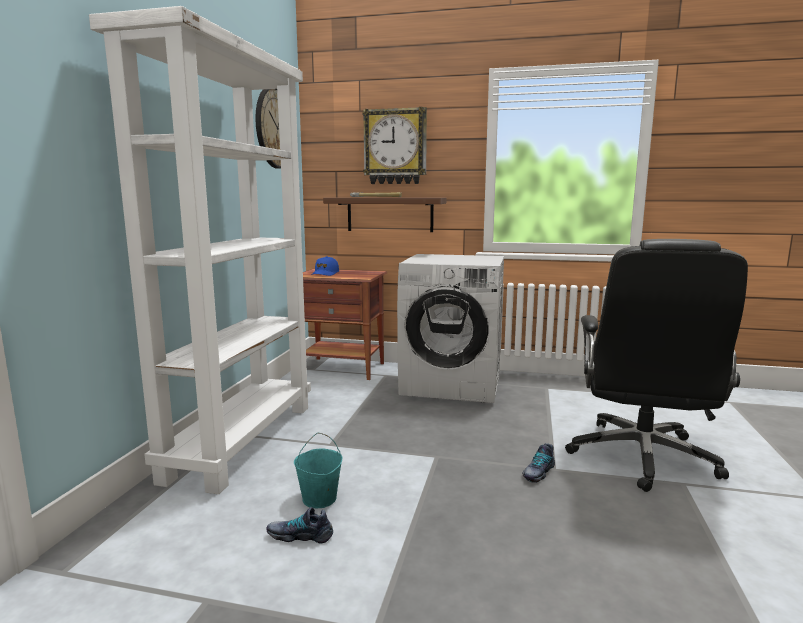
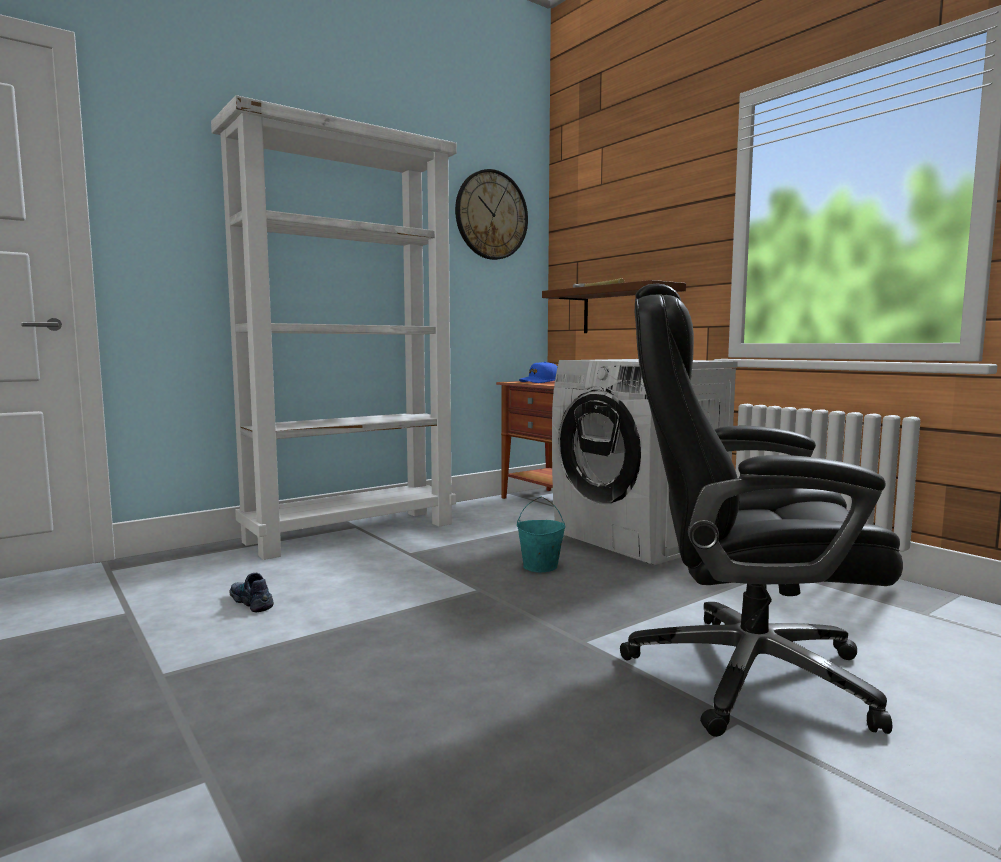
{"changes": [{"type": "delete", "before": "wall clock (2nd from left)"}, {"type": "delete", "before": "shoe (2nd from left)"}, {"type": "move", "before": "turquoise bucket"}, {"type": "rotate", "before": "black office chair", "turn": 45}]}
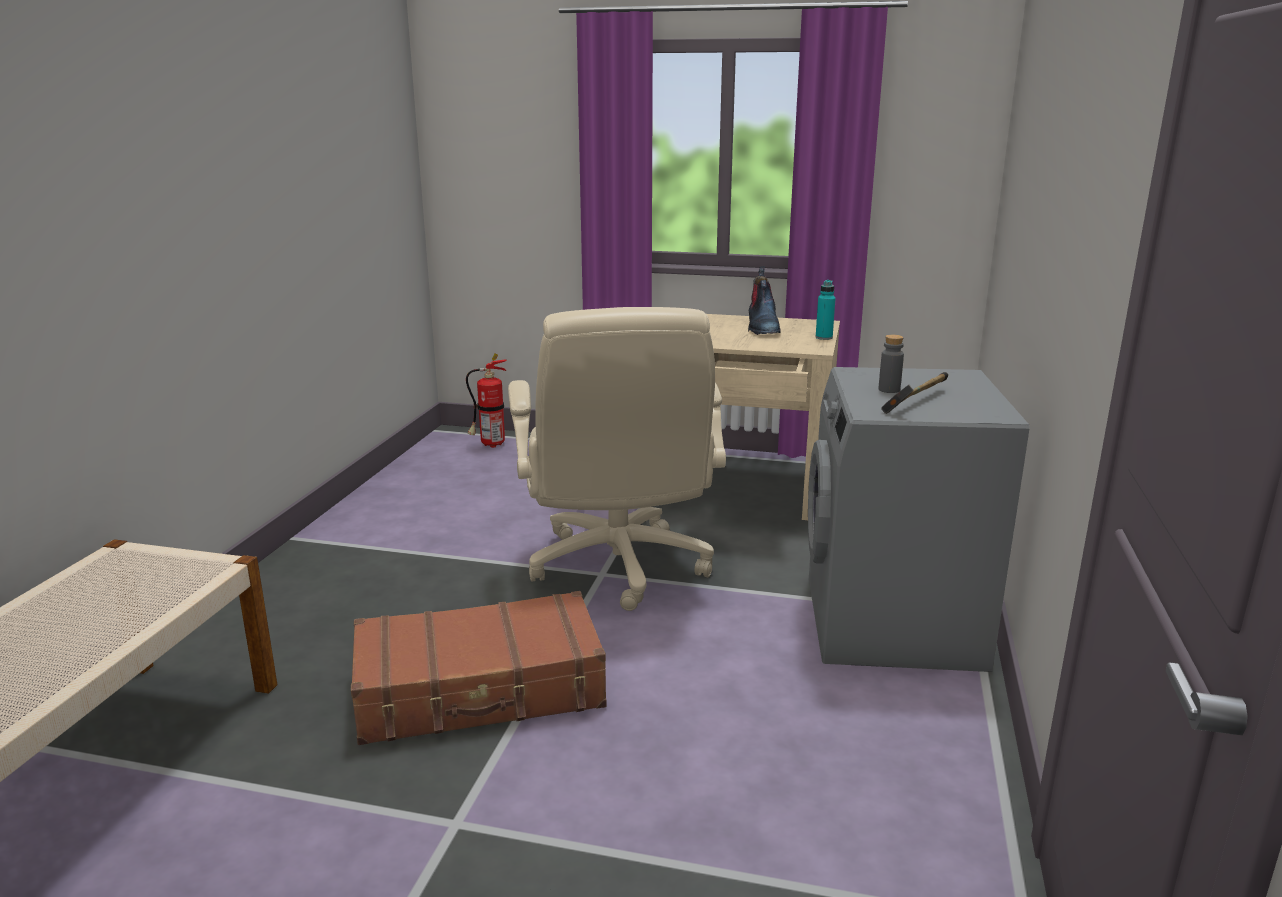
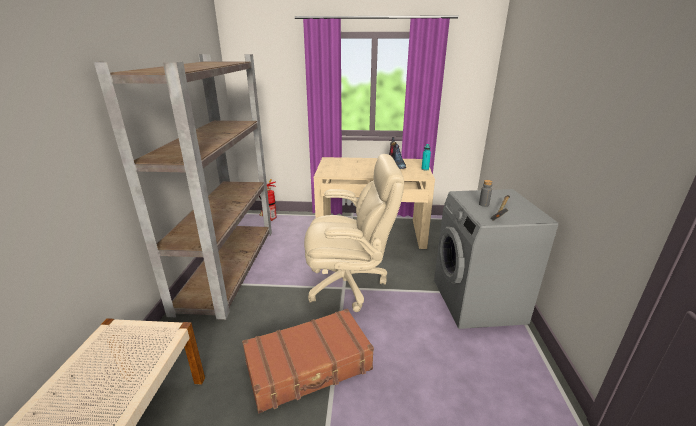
{"changes": [{"type": "insert", "after": "brown bookcase"}, {"type": "rotate", "before": "beige office chair", "turn": -75}]}
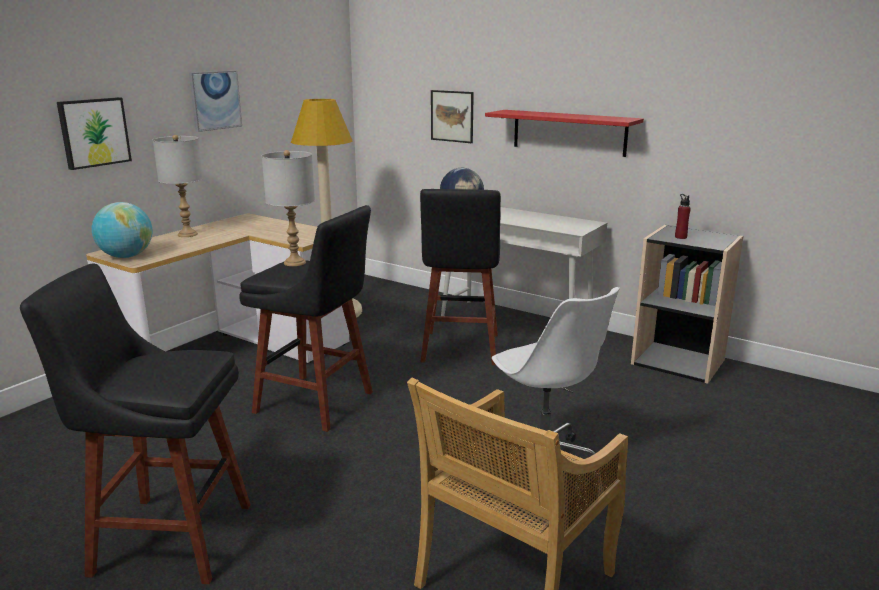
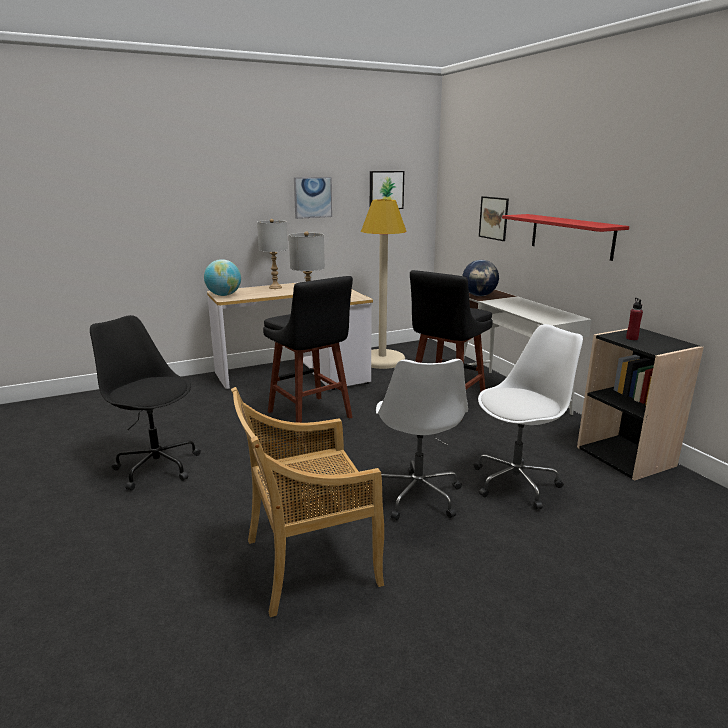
{"changes": [{"type": "insert", "after": "white office chair (2nd from left)"}, {"type": "move", "before": "picture (1st from left in the first image)", "after": "picture (2nd from left)"}, {"type": "replace", "before": "black stool (1st from left)", "after": "black office chair"}]}
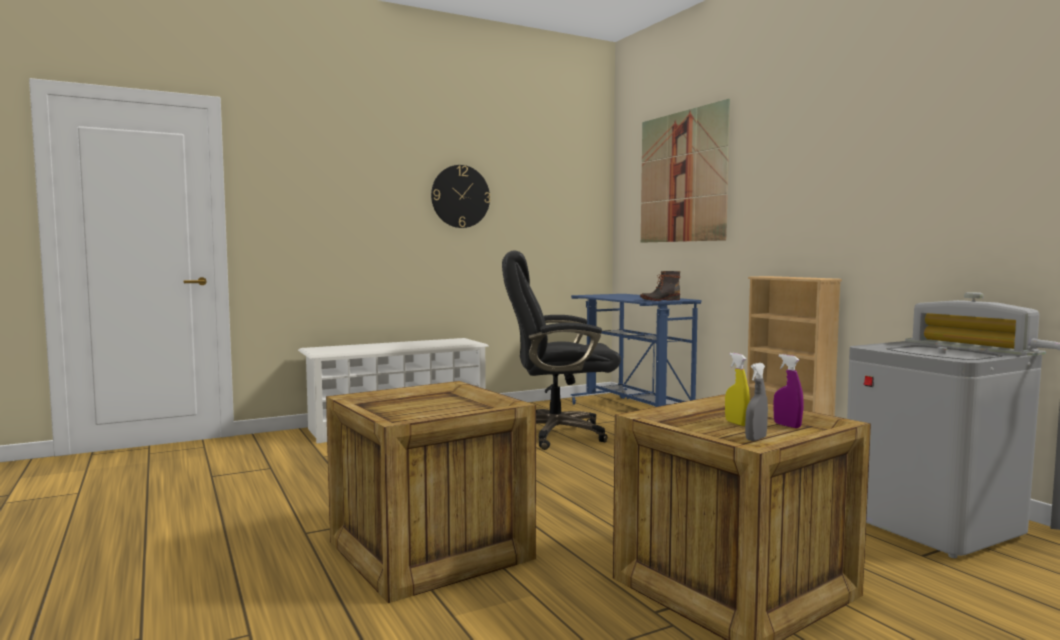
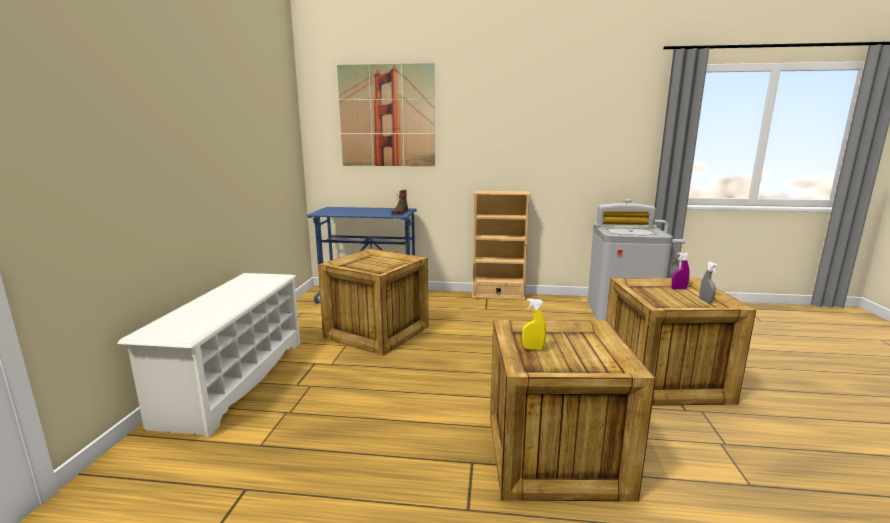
{"changes": [{"type": "delete", "before": "wall clock"}, {"type": "move", "before": "yellow spray bottle"}, {"type": "replace", "before": "black office chair", "after": "crate (1st from left)"}]}
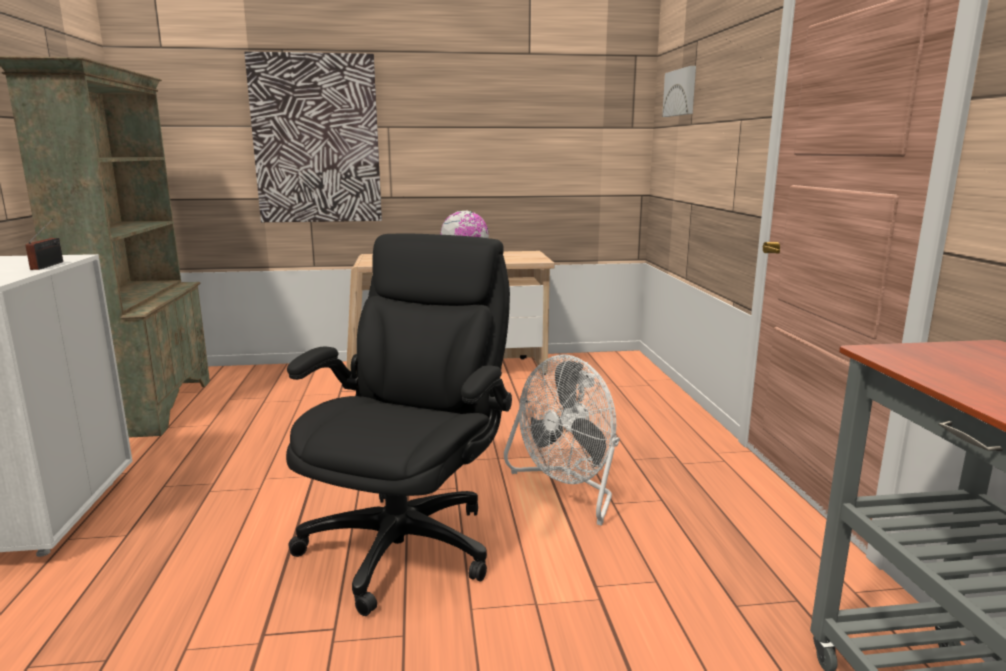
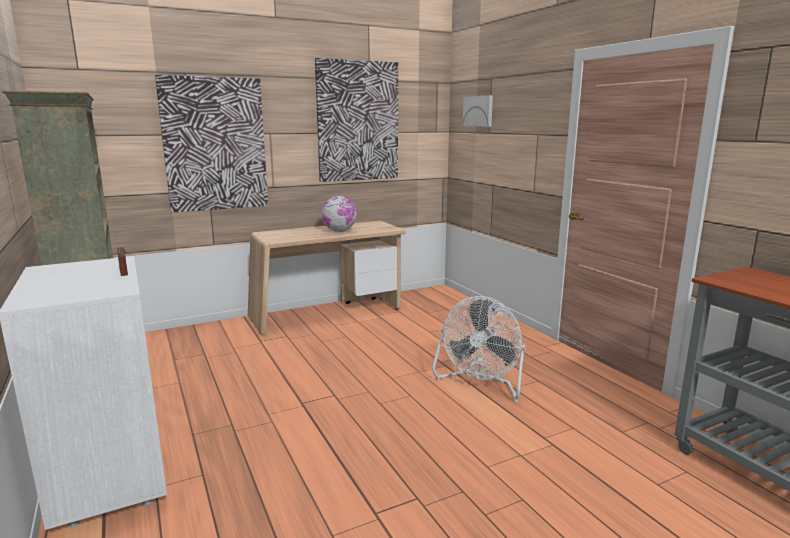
{"changes": [{"type": "delete", "before": "black office chair"}, {"type": "insert", "after": "picture (2nd from left)"}]}
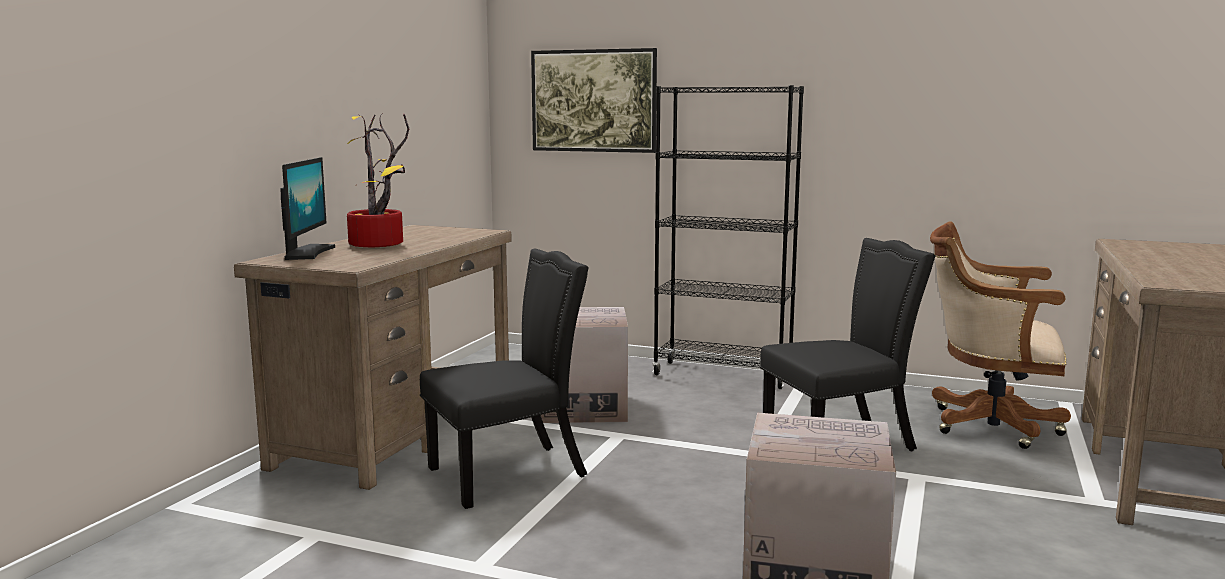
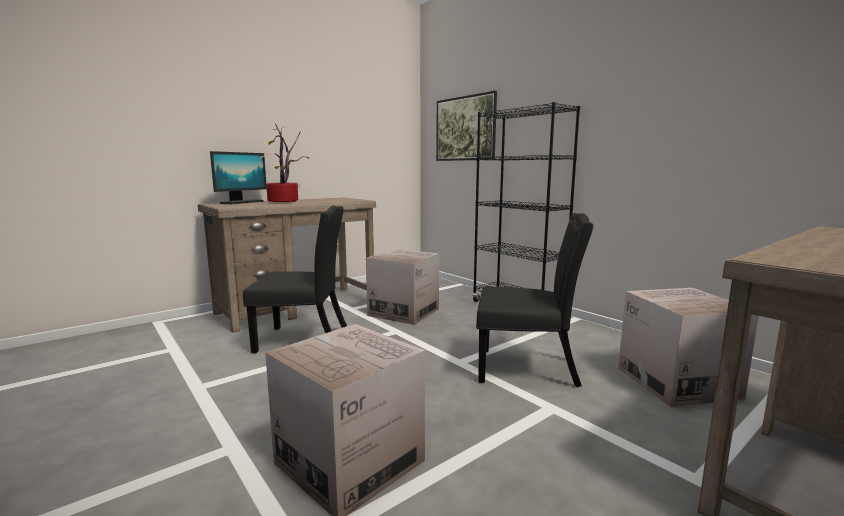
{"changes": [{"type": "replace", "before": "office chair", "after": "cardboard box (3rd from left)"}]}
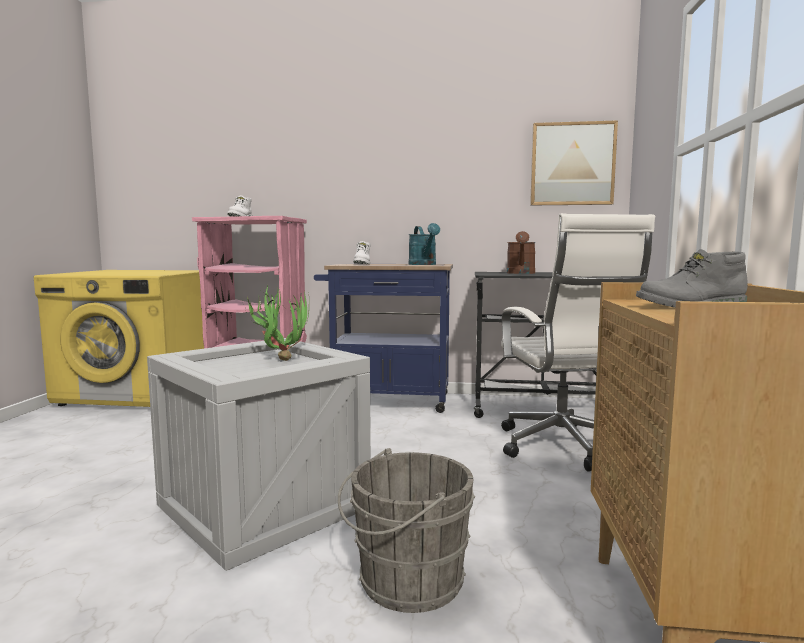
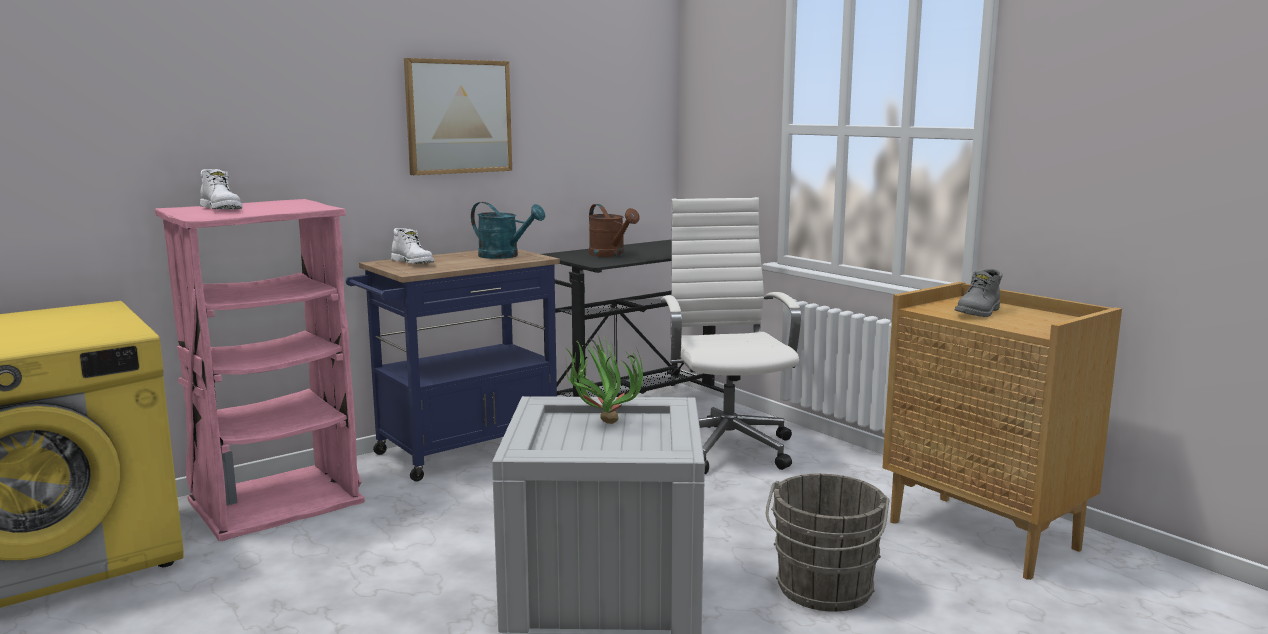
{"changes": [{"type": "move", "before": "picture"}, {"type": "rotate", "before": "white office chair", "turn": -135}]}
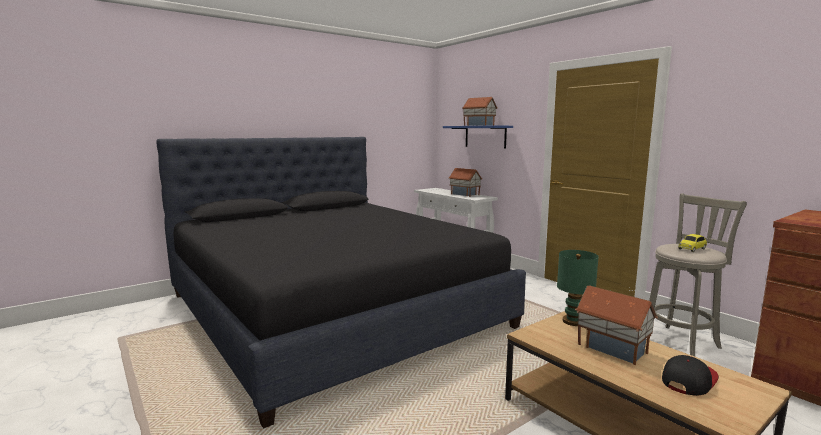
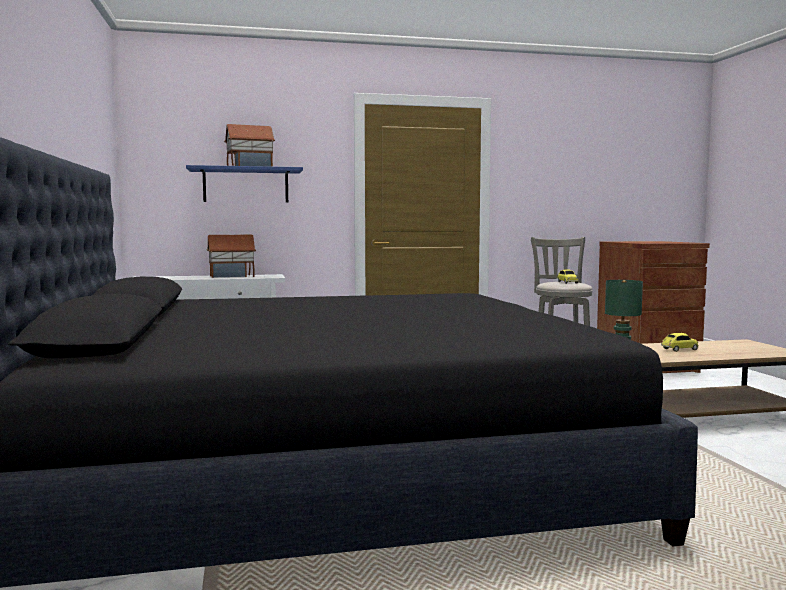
{"changes": [{"type": "delete", "before": "cap"}, {"type": "replace", "before": "toy house (3rd from left)", "after": "toy car (2nd from left)"}]}
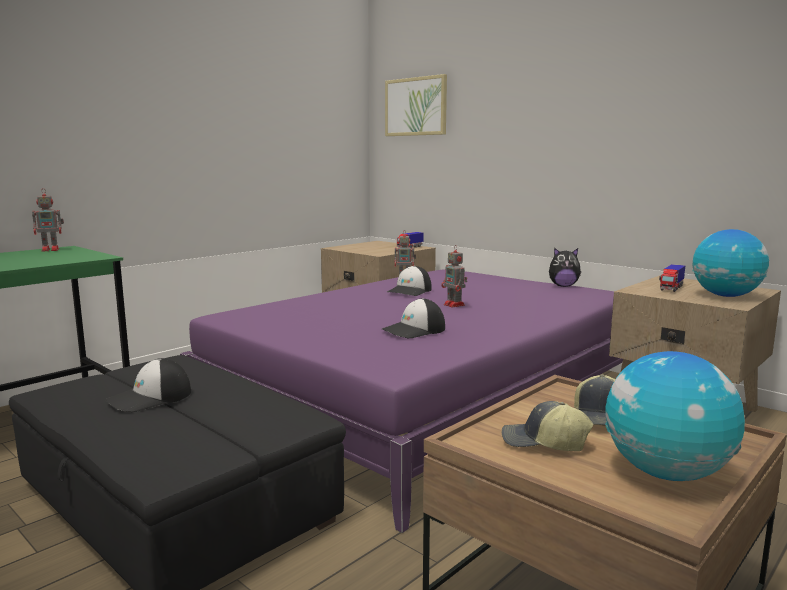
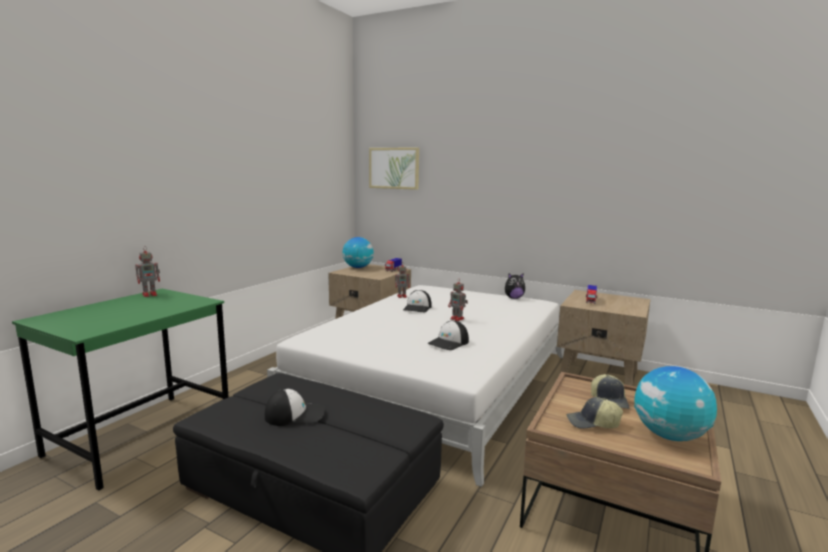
{"changes": [{"type": "move", "before": "globe (2nd from left in the first image)", "after": "globe (1st from left)"}, {"type": "recolor", "before": "purple bed", "after": "white bed"}, {"type": "rotate", "before": "cap (1st from left)", "turn": -135}]}
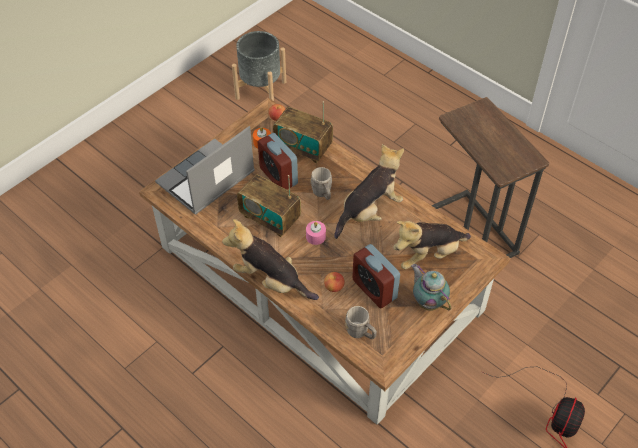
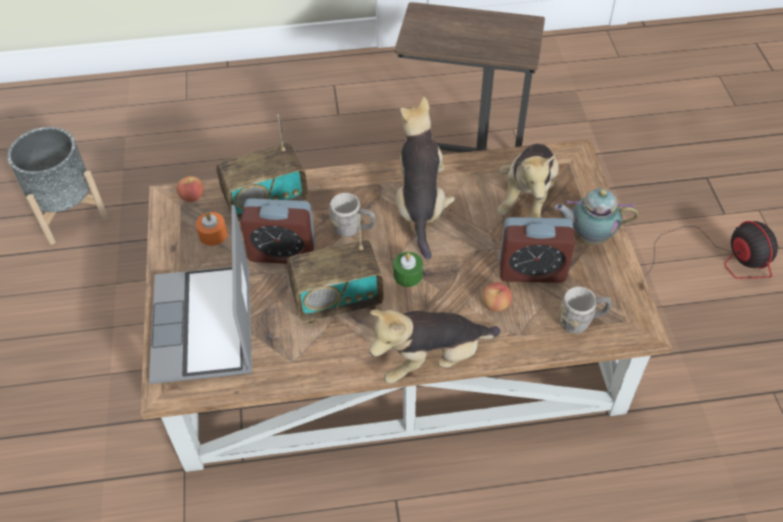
{"changes": [{"type": "recolor", "before": "pink candle", "after": "green candle"}]}
